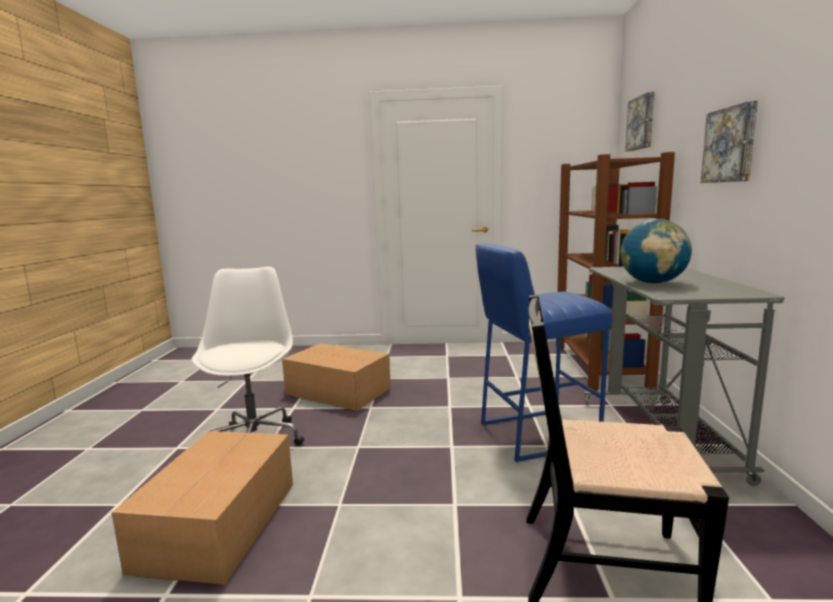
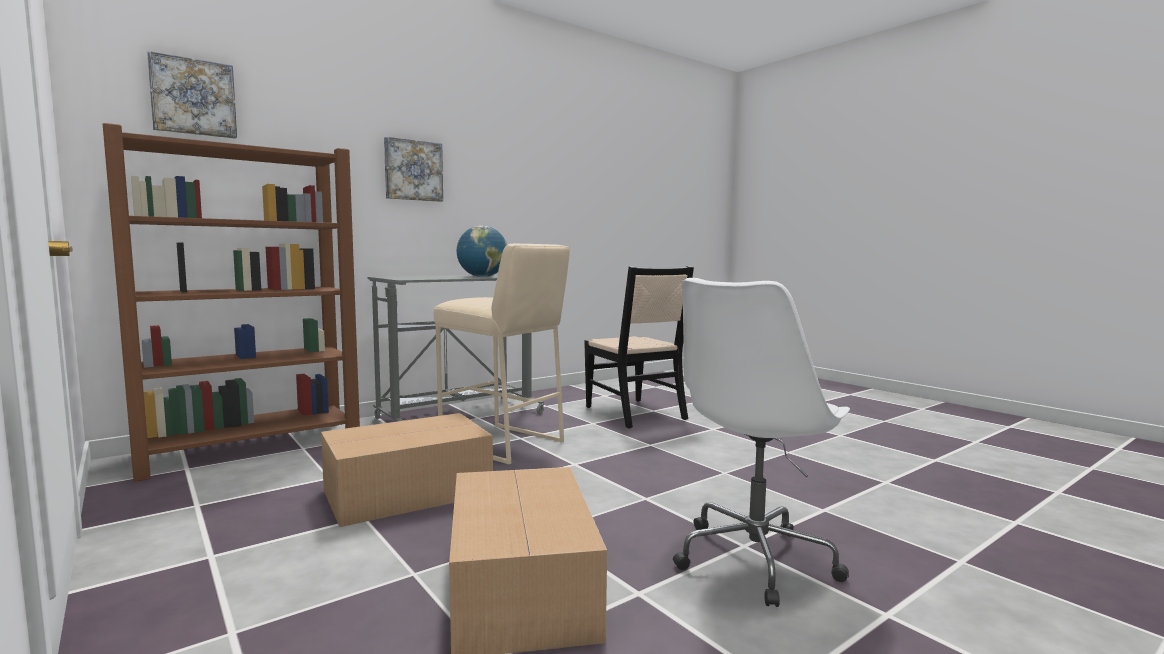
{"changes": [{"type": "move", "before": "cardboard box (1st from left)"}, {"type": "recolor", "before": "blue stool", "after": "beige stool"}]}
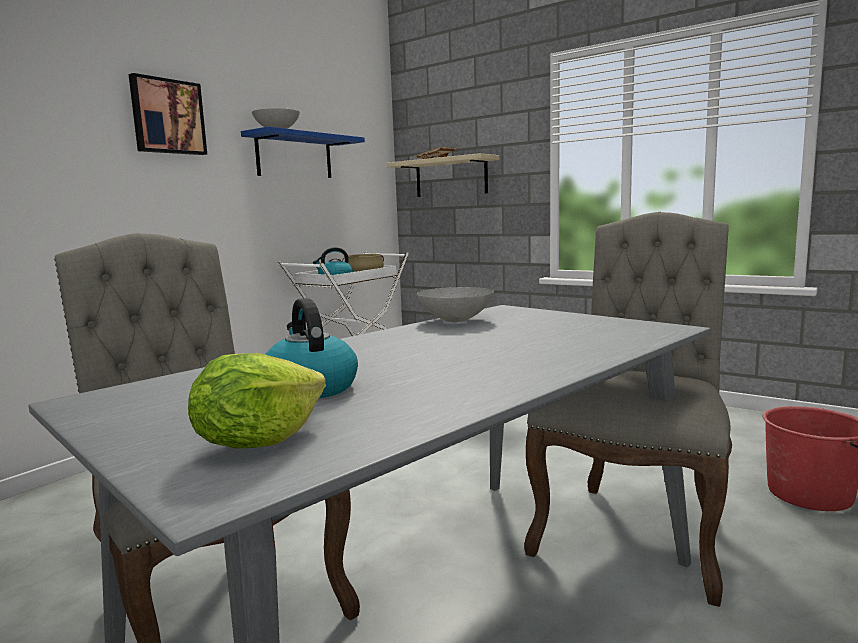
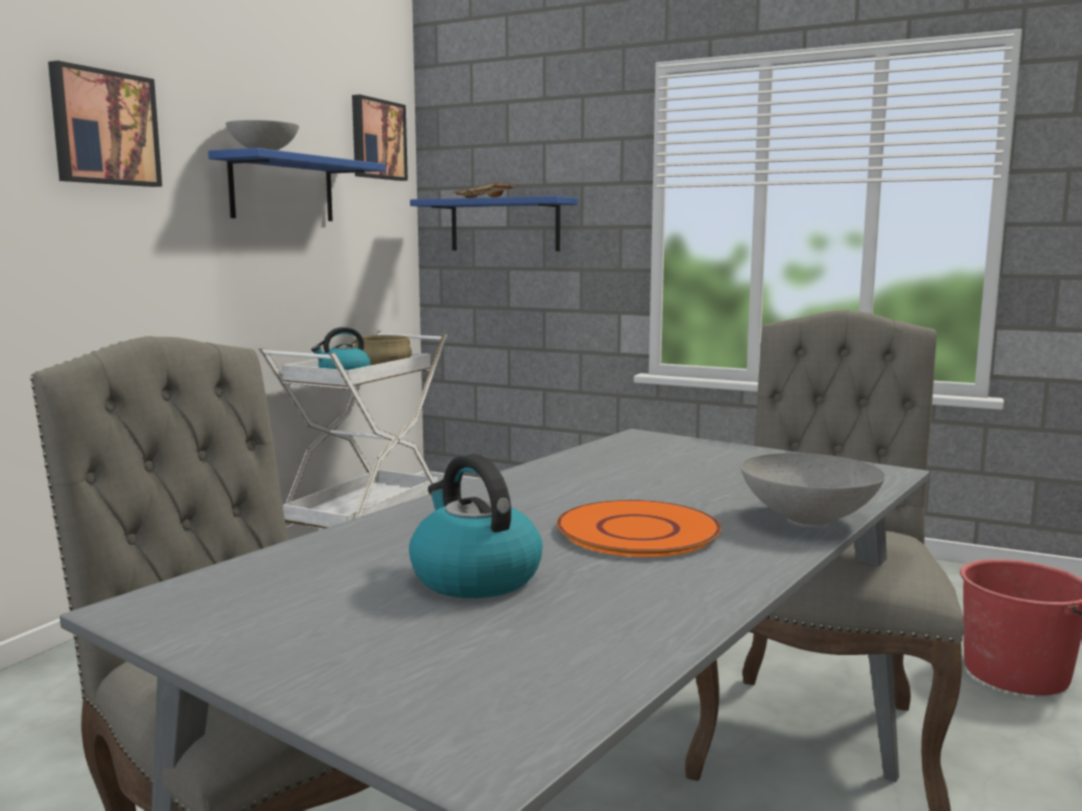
{"changes": [{"type": "delete", "before": "lettuce"}, {"type": "insert", "after": "picture (2nd from left)"}, {"type": "insert", "after": "orange plate"}, {"type": "move", "before": "grey bowl (2nd from left)"}, {"type": "recolor", "before": "beige shelf", "after": "blue shelf (2nd from left)"}]}
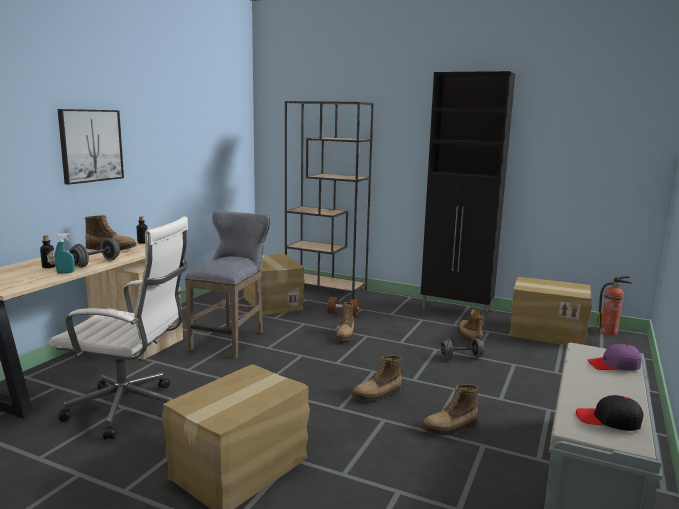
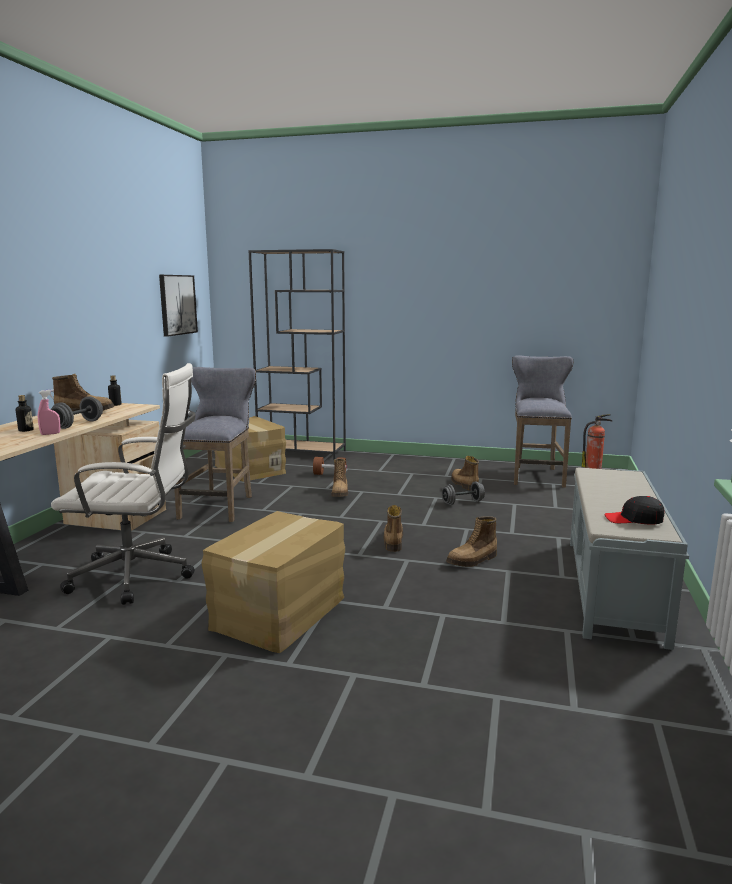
{"changes": [{"type": "delete", "before": "black cabinet"}, {"type": "delete", "before": "purple cap"}, {"type": "move", "before": "picture"}, {"type": "replace", "before": "cardboard box (3rd from left)", "after": "grey stool (2nd from left)"}, {"type": "recolor", "before": "turquoise spray bottle", "after": "pink spray bottle"}, {"type": "rotate", "before": "boot (3rd from left)", "turn": 135}]}
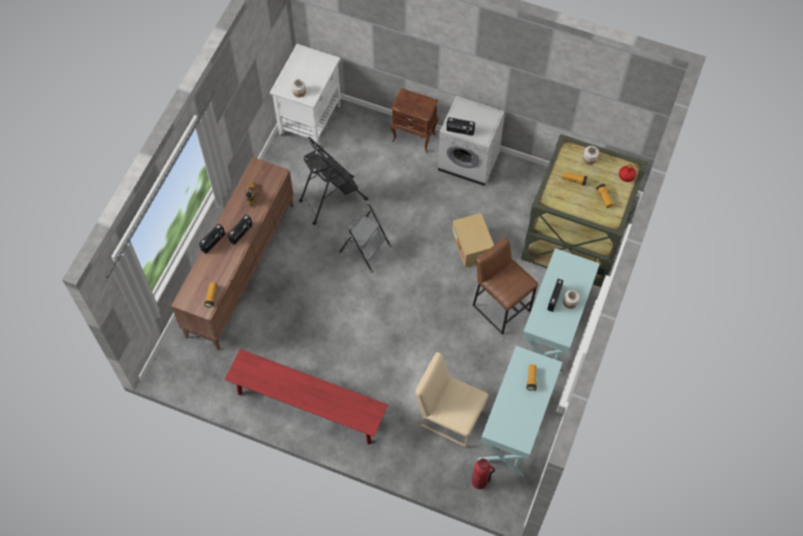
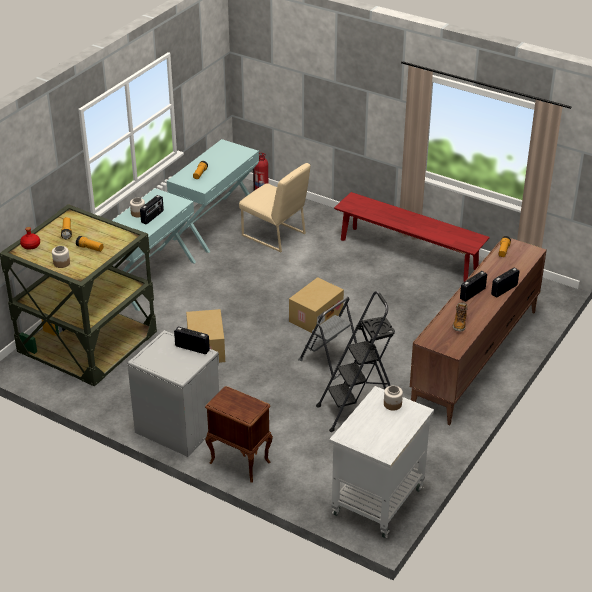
{"changes": [{"type": "delete", "before": "brown stool"}, {"type": "insert", "after": "cardboard box (2nd from left)"}]}
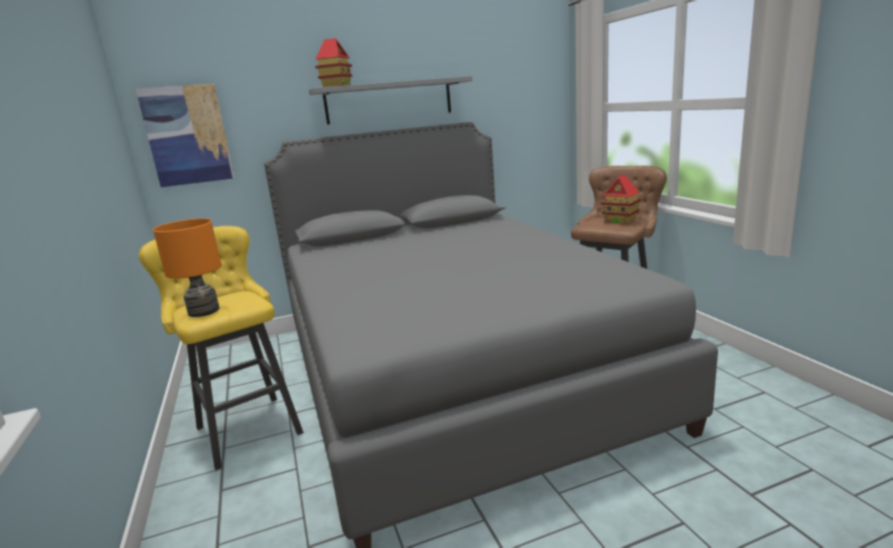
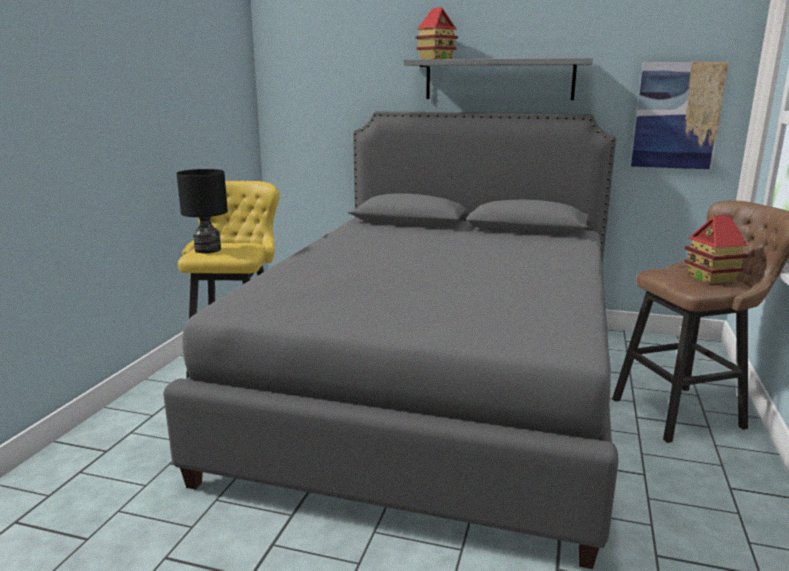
{"changes": [{"type": "move", "before": "picture"}, {"type": "recolor", "before": "orange table lamp", "after": "black table lamp"}]}
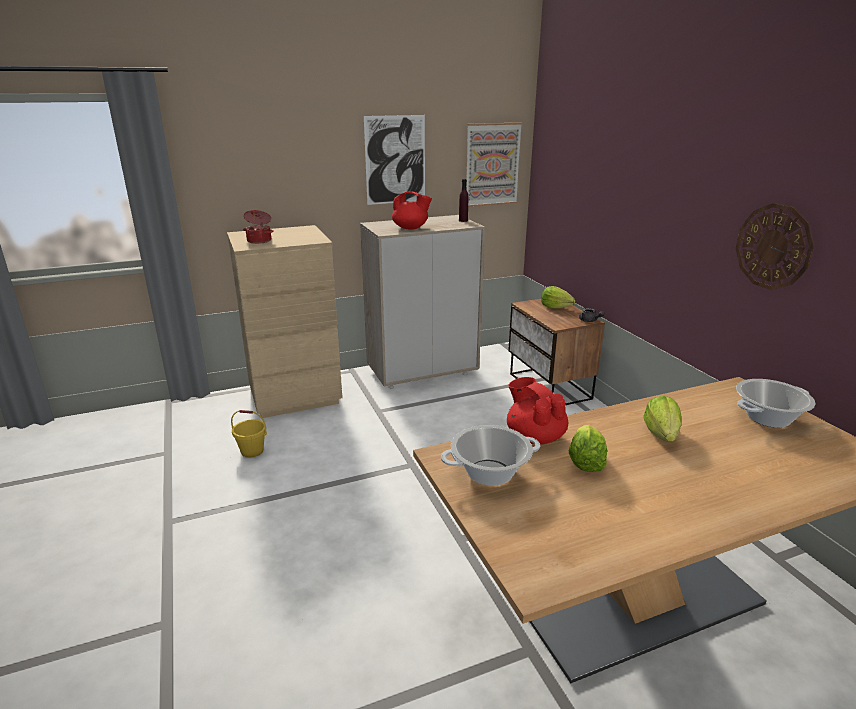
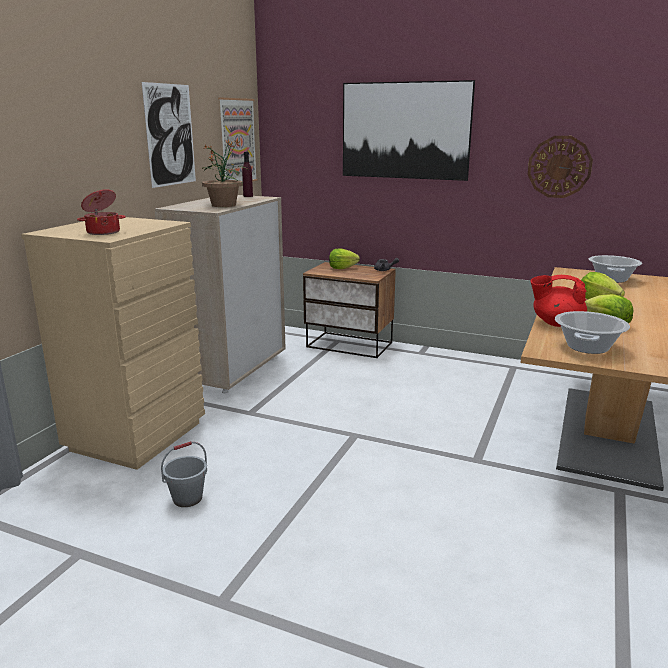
{"changes": [{"type": "insert", "after": "picture (3rd from left)"}, {"type": "replace", "before": "red teapot (1st from left)", "after": "potted plant"}, {"type": "recolor", "before": "yellow bucket", "after": "grey bucket"}]}
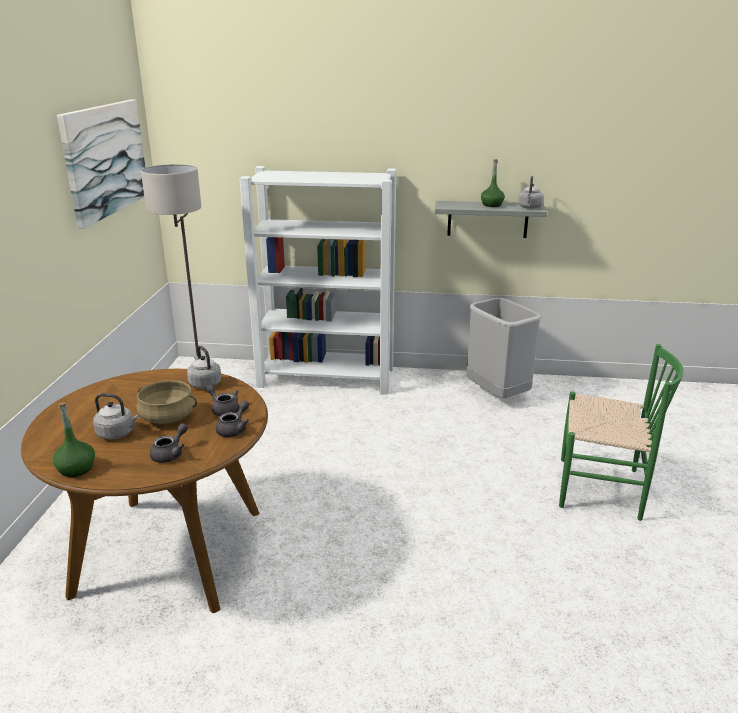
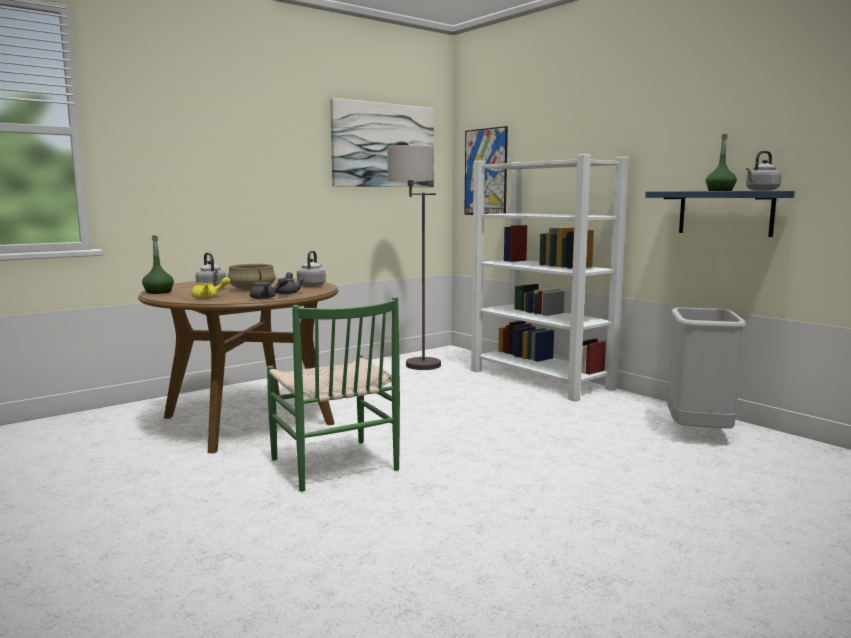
{"changes": [{"type": "insert", "after": "picture (2nd from left)"}, {"type": "move", "before": "green chair"}, {"type": "recolor", "before": "grey teapot (1st from left)", "after": "yellow teapot"}, {"type": "recolor", "before": "grey shelf", "after": "blue shelf"}]}
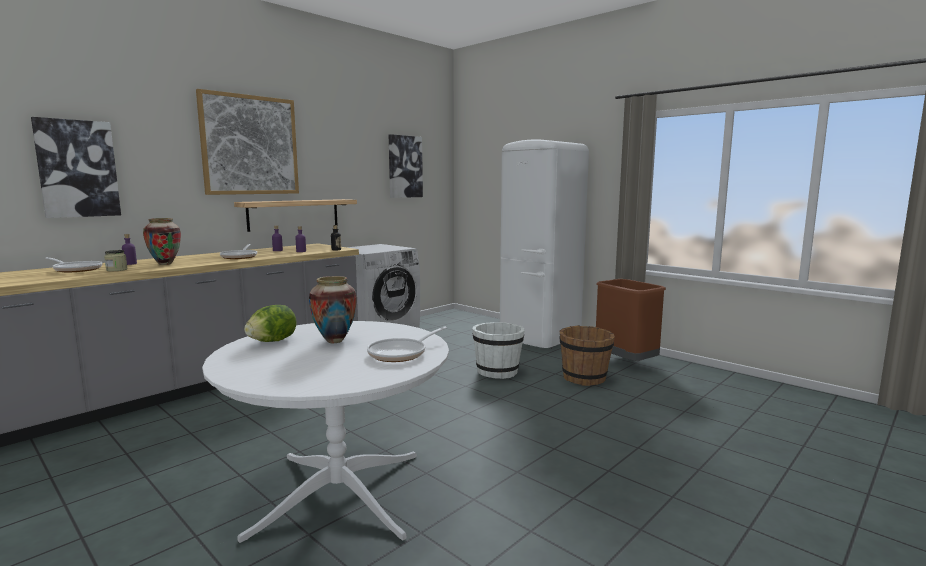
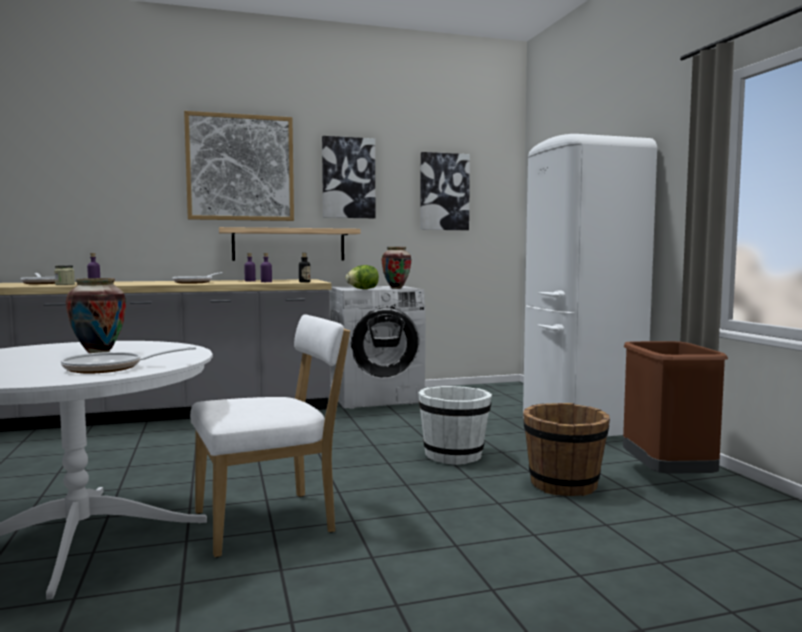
{"changes": [{"type": "insert", "after": "white chair"}, {"type": "move", "before": "picture (1st from left in the first image)", "after": "picture (2nd from left)"}, {"type": "move", "before": "vase (1st from left in the first image)", "after": "vase (2nd from left)"}, {"type": "move", "before": "lettuce"}]}
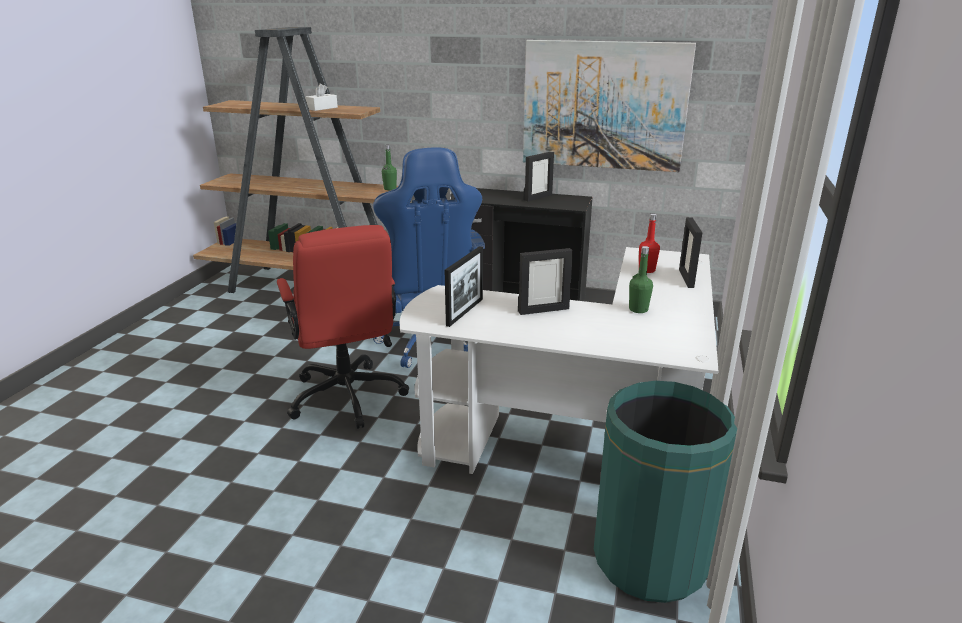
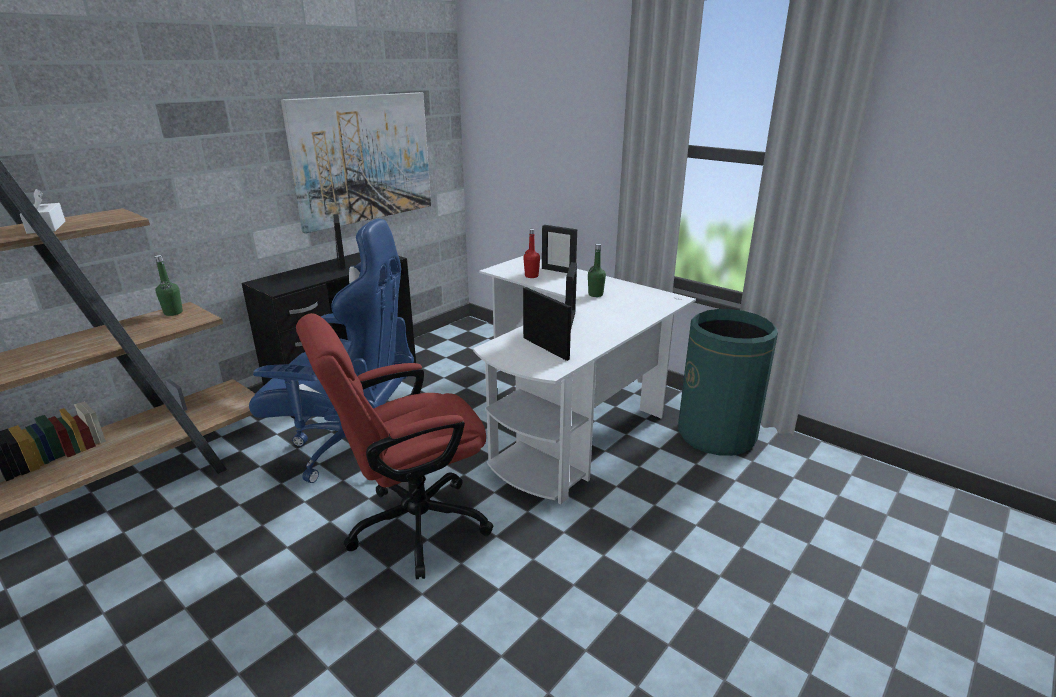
{"changes": [{"type": "rotate", "before": "red office chair", "turn": 150}]}
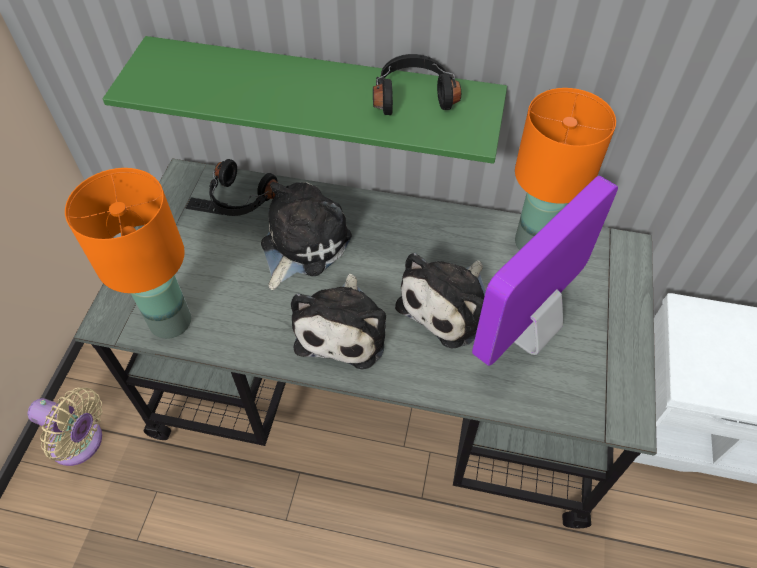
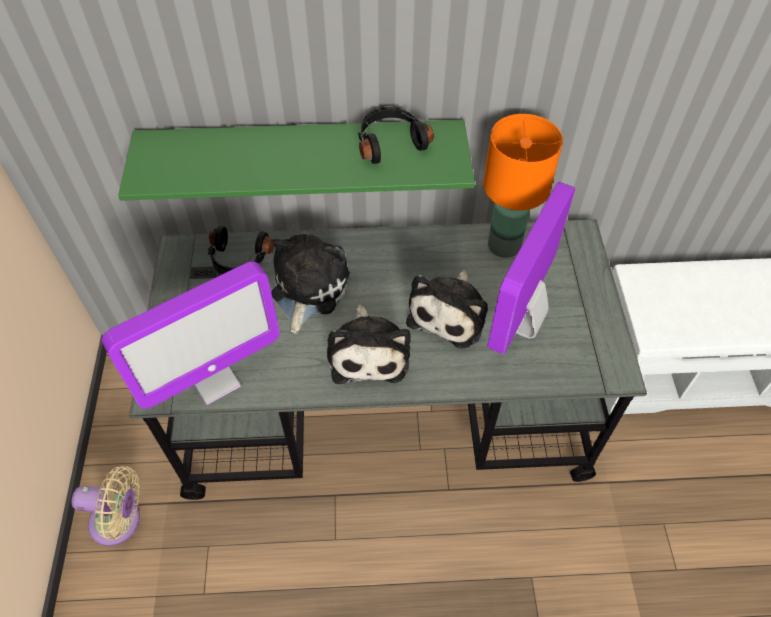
{"changes": [{"type": "replace", "before": "orange table lamp (1st from left)", "after": "monitor (1st from left)"}]}
